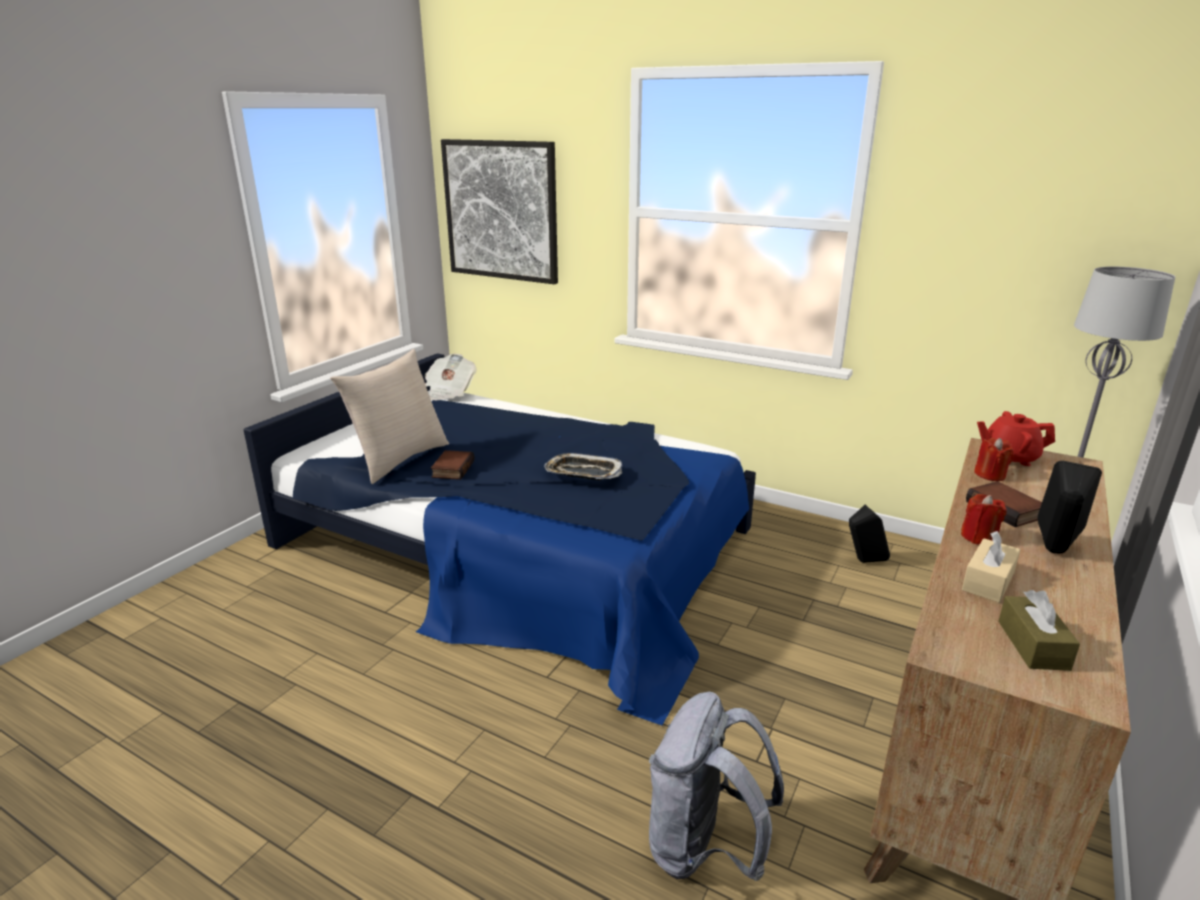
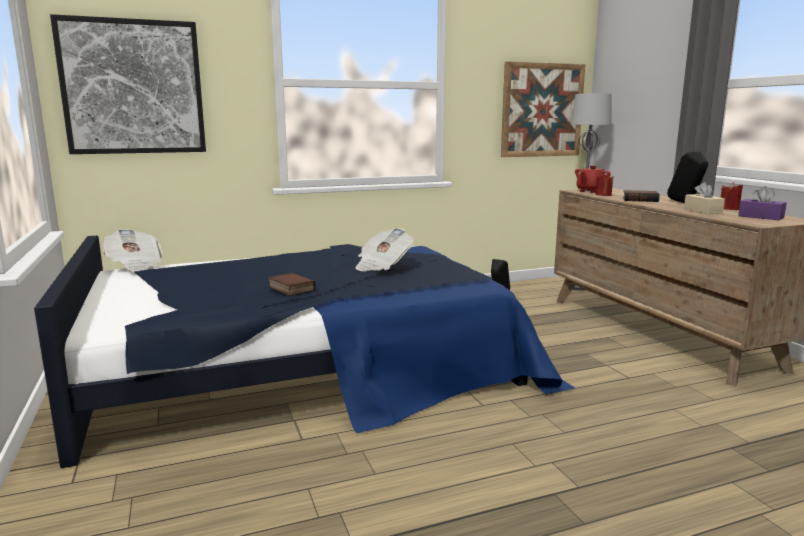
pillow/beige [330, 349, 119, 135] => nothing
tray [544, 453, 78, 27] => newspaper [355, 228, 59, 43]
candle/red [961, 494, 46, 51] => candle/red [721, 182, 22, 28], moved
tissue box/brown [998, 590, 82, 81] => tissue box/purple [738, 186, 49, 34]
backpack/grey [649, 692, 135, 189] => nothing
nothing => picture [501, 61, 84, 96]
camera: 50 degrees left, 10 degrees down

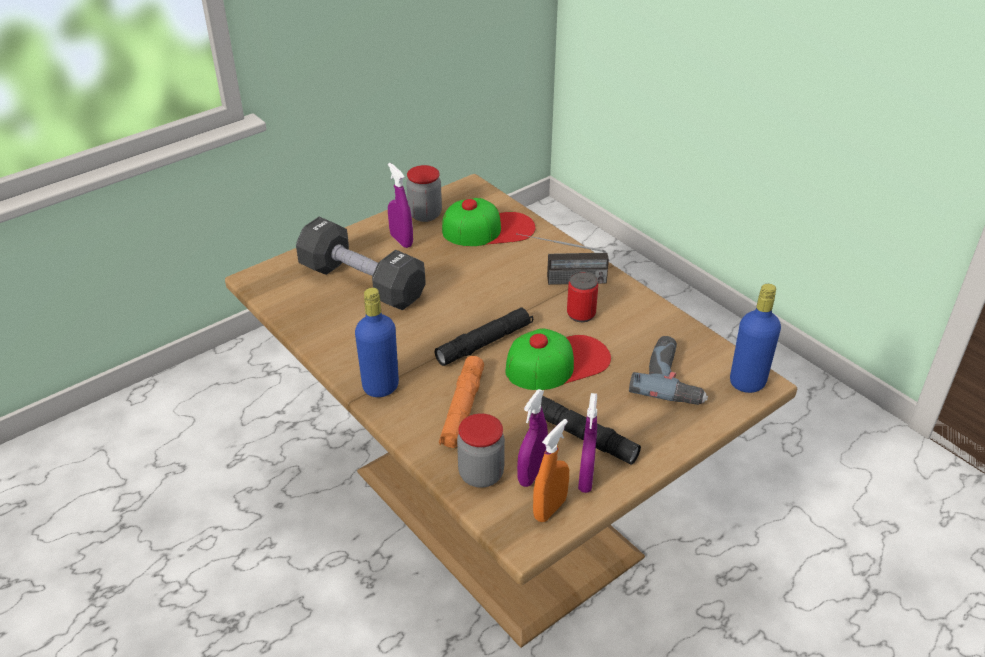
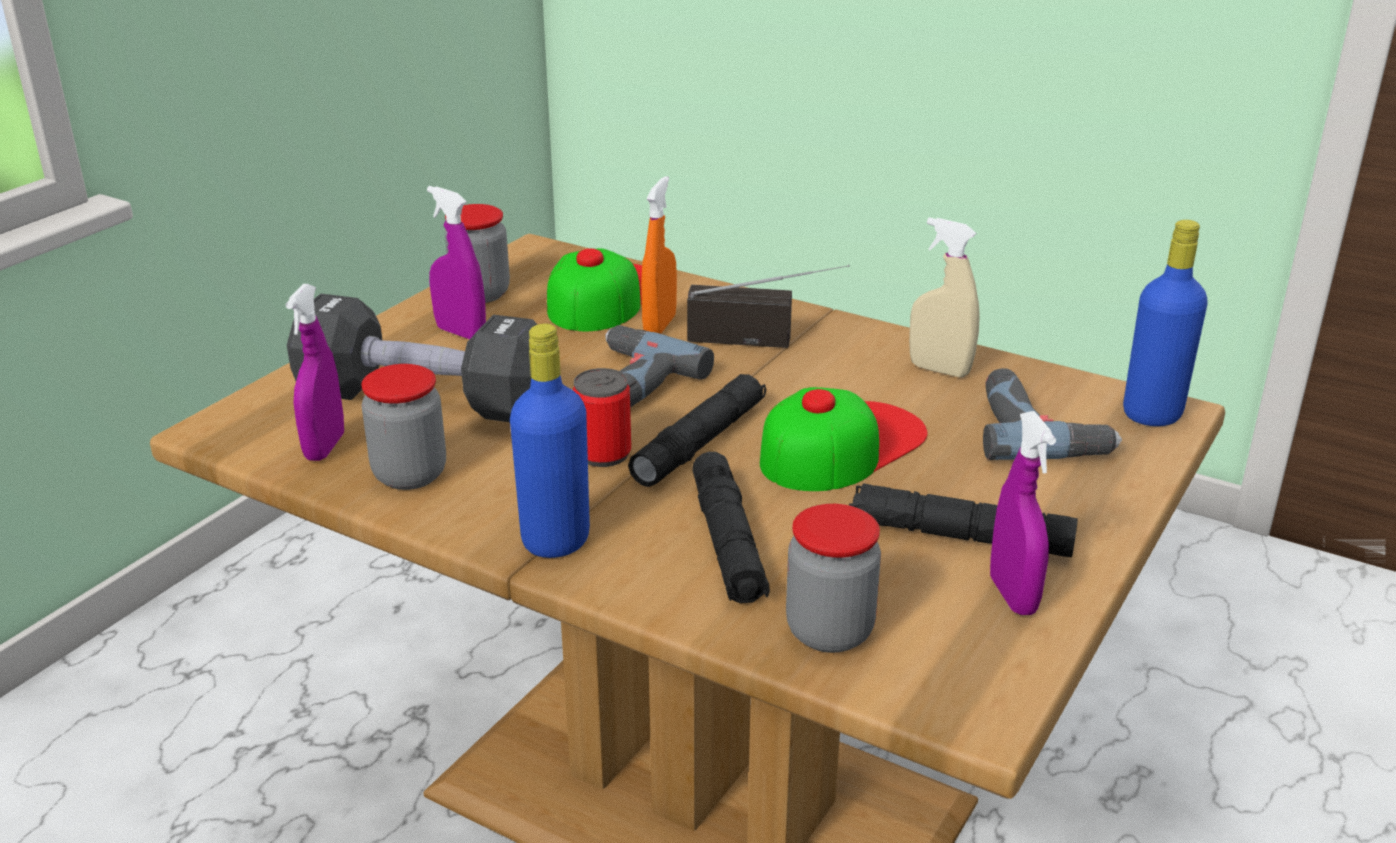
cap [442, 198, 94, 48] => cap [547, 248, 95, 83], 45 degrees counterclockwise
radio [516, 233, 93, 52] => radio [687, 265, 162, 83], 150 degrees counterclockwise
can [567, 271, 31, 51] => can [573, 368, 58, 99], moved
flashlight/orange [439, 356, 45, 92] => flashlight/black [692, 452, 78, 152]
spray bottle/purple [517, 389, 31, 98] => spray bottle/purple [286, 284, 58, 177], moved
spray bottle/orange [533, 419, 36, 103] => spray bottle/orange [641, 176, 36, 158], moved
nothing => spray bottle/beige [909, 217, 71, 161]
nothing => power drill [605, 325, 109, 82]
nothing => jar [361, 364, 85, 126]
camera: 20 degrees left, 10 degrees down

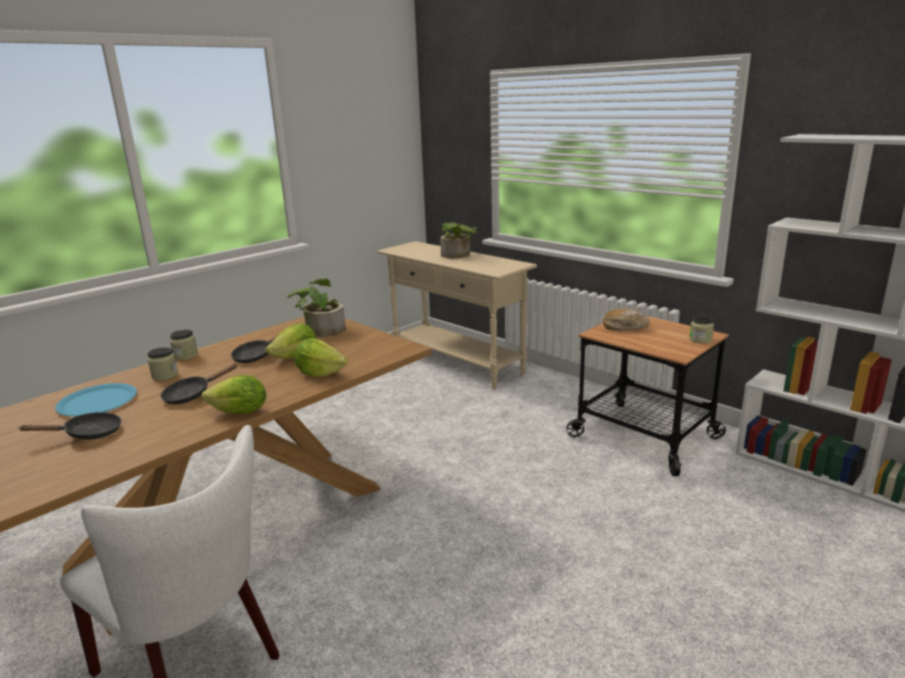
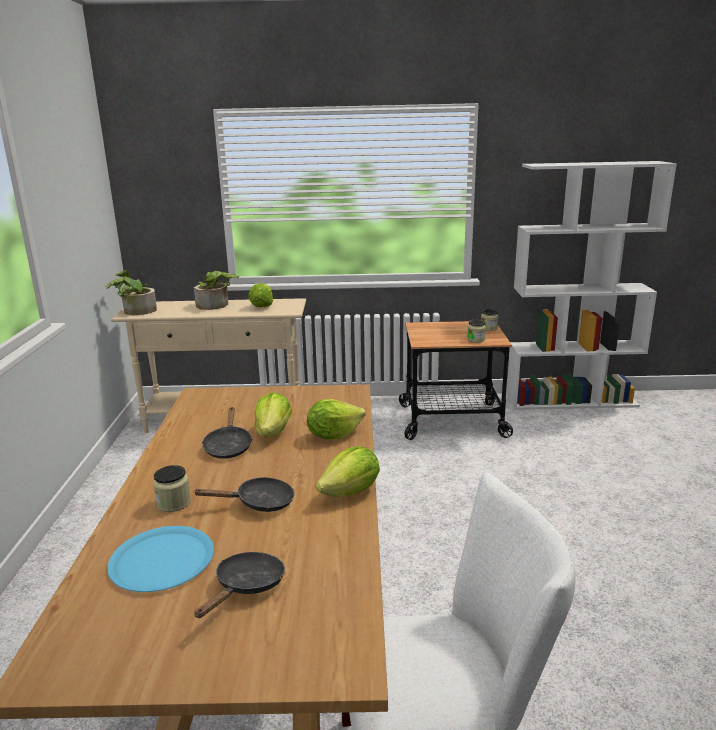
potted plant [287, 278, 59, 59] => potted plant [105, 270, 52, 45], moved
bread [603, 309, 47, 21] => nothing
jar [170, 330, 28, 30] => jar [467, 320, 19, 23], moved
frying pan/black [160, 364, 77, 40] => frying pan/black [194, 477, 101, 35], 105 degrees counterclockwise
nothing => lettuce [248, 283, 25, 25]
camera: 45 degrees left, 0 degrees up

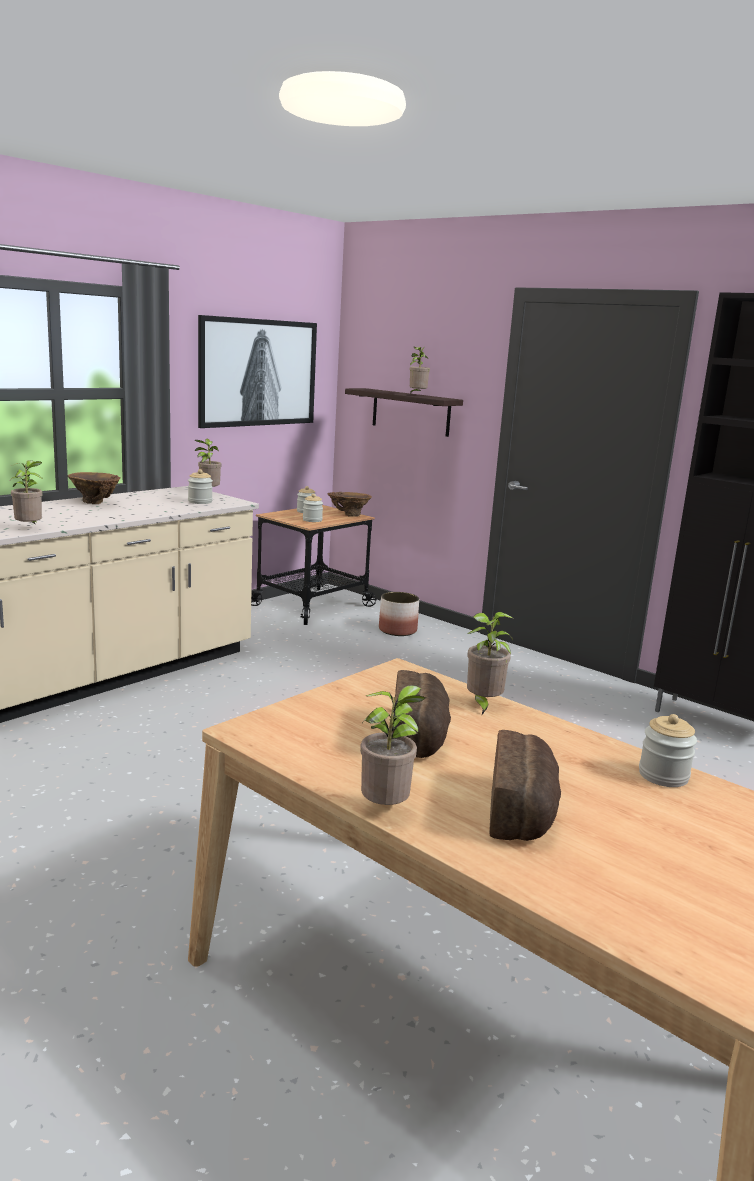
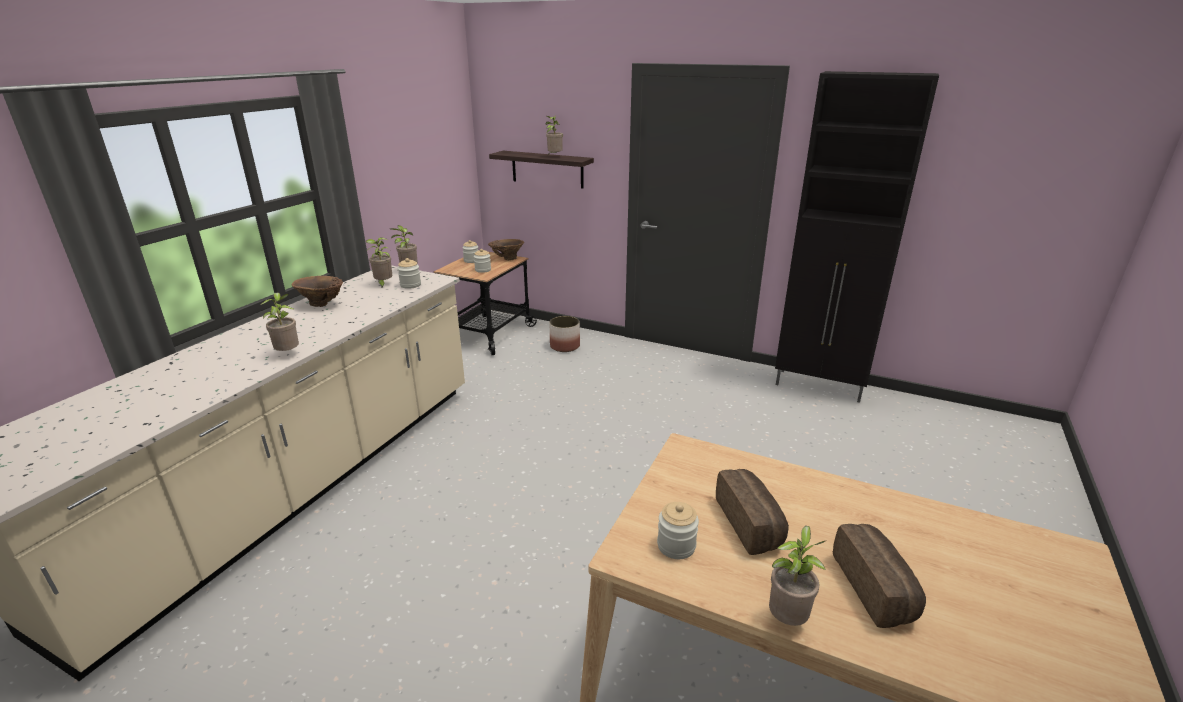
picture [198, 315, 119, 113] => nothing
potted plant [467, 612, 46, 103] => potted plant [366, 237, 26, 52], moved
jar [639, 714, 58, 73] => jar [657, 502, 42, 57], moved
camera: 15 degrees left, 10 degrees up

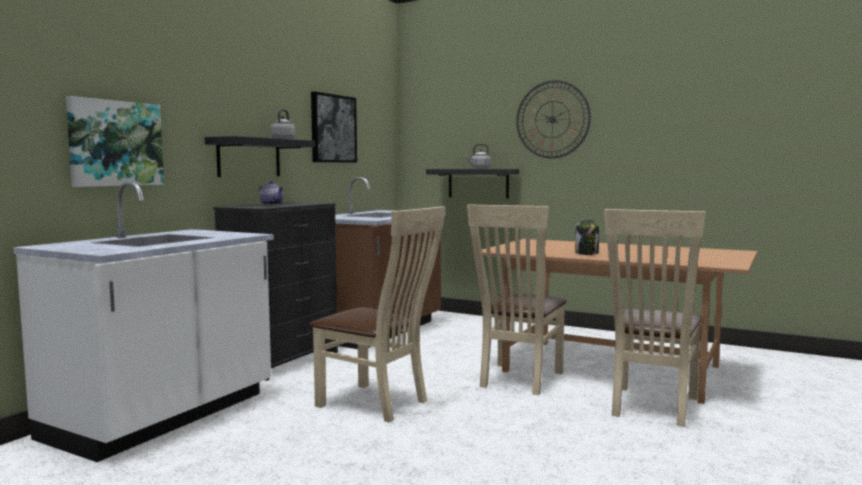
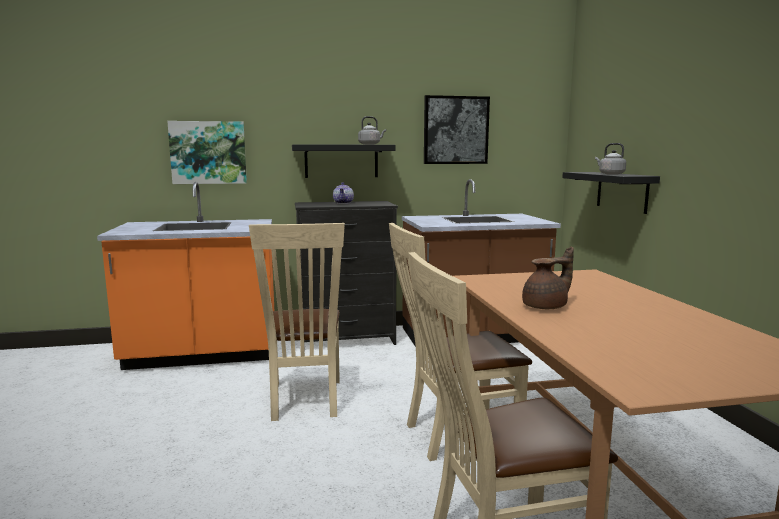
wall clock [516, 80, 75, 78] => nothing
counter/white [13, 182, 261, 280] => counter/orange [97, 182, 177, 188]
jar [575, 220, 24, 35] => teapot/brown [522, 247, 52, 62]
camera: 50 degrees right, 5 degrees up

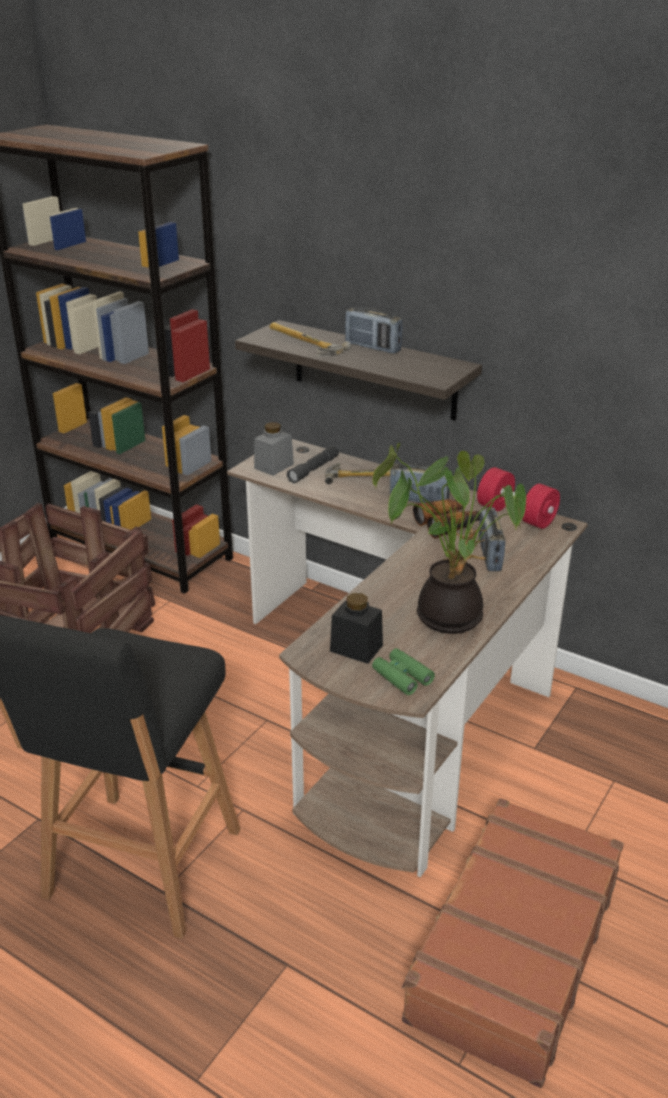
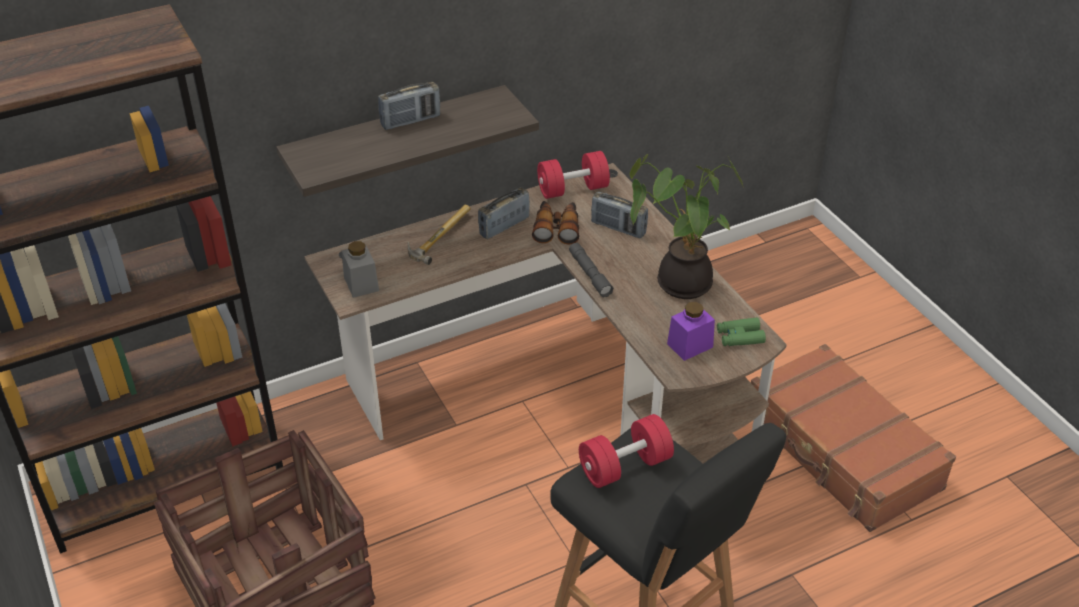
hammer [269, 322, 82, 35] => nothing
flashlight/grey [287, 446, 52, 37] => flashlight/grey [569, 243, 45, 54], moved
jar/black [330, 593, 53, 71] => jar/purple [667, 302, 48, 59]
nothing => dumbbell/red [579, 414, 95, 74]
camera: 60 degrees left, 10 degrees up

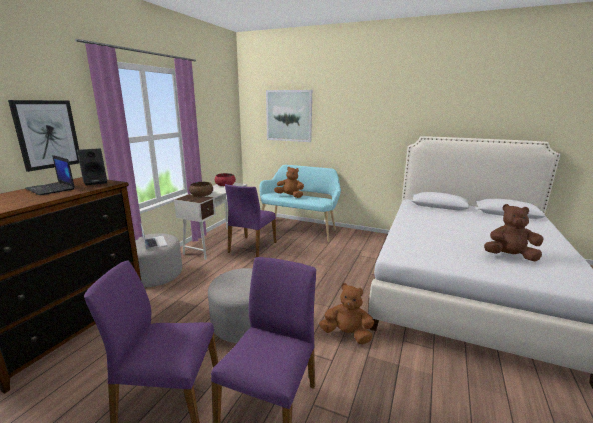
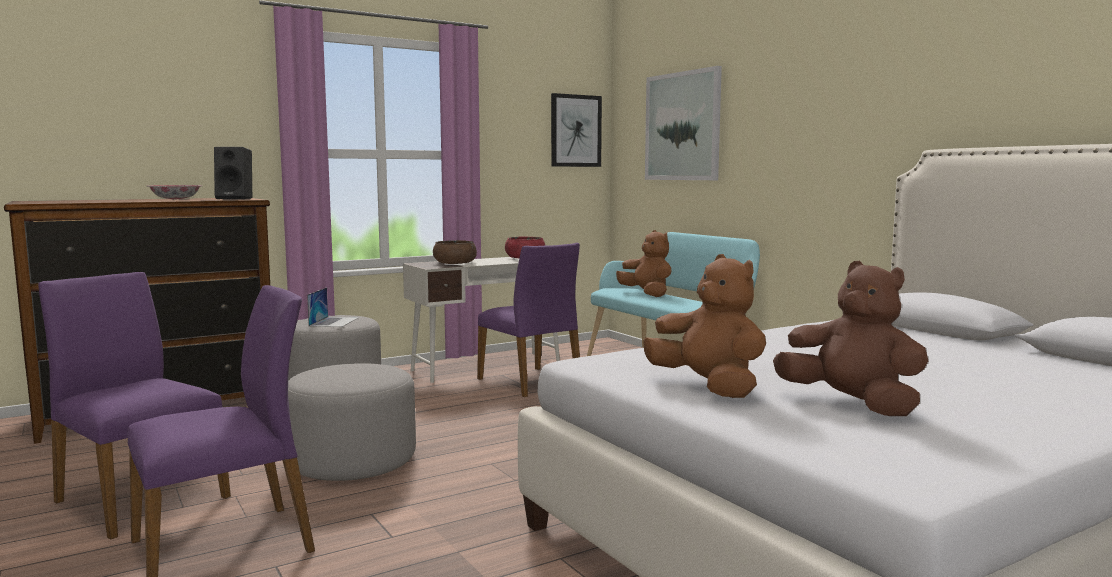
picture [8, 100, 71, 72] => picture [551, 93, 51, 74], moved
laptop [25, 155, 50, 40] => bowl [147, 185, 55, 14]
chair/purple [225, 184, 52, 73] => chair/purple [477, 243, 103, 154], 90 degrees counterclockwise
plush toy/brown [319, 283, 55, 61] => plush toy/brown [643, 254, 123, 144], moved
camera: 35 degrees right, 10 degrees down

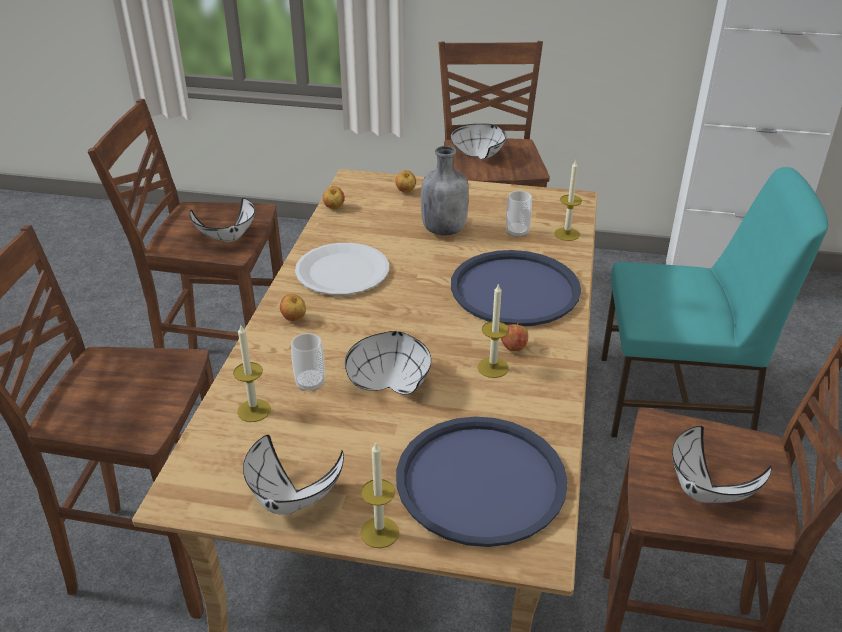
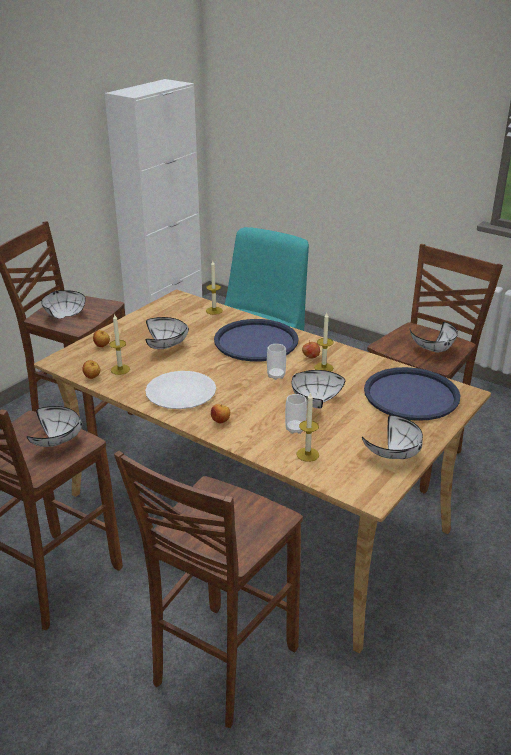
bottle/grey [421, 146, 48, 90] => bowl/white [145, 317, 44, 32]
cup [506, 191, 26, 47] => cup [267, 344, 19, 36], moved
candle [360, 443, 39, 105] => candle [109, 313, 21, 62], moved
camera: 65 degrees left, 5 degrees down

